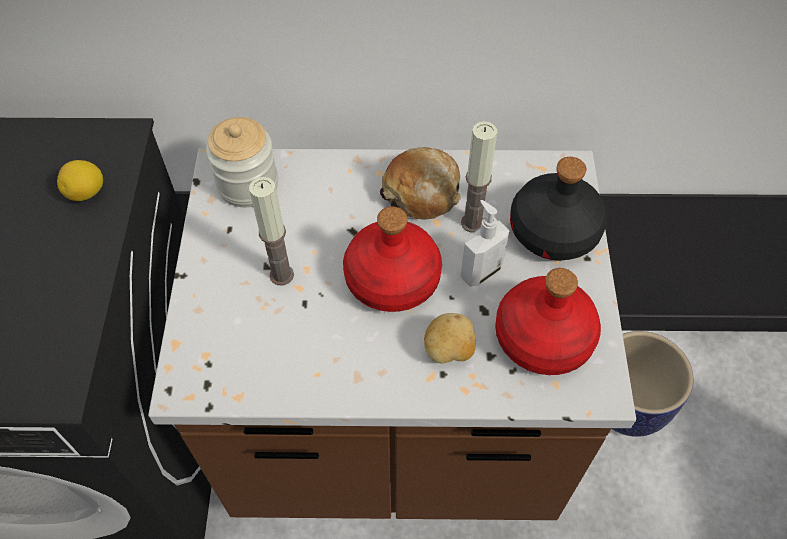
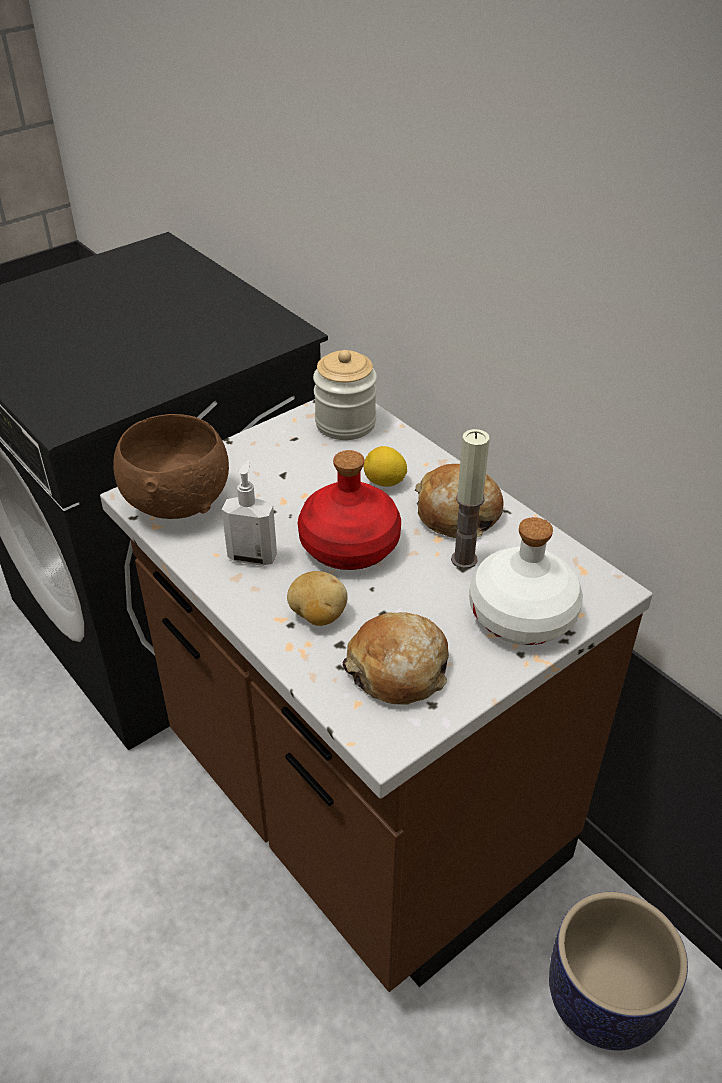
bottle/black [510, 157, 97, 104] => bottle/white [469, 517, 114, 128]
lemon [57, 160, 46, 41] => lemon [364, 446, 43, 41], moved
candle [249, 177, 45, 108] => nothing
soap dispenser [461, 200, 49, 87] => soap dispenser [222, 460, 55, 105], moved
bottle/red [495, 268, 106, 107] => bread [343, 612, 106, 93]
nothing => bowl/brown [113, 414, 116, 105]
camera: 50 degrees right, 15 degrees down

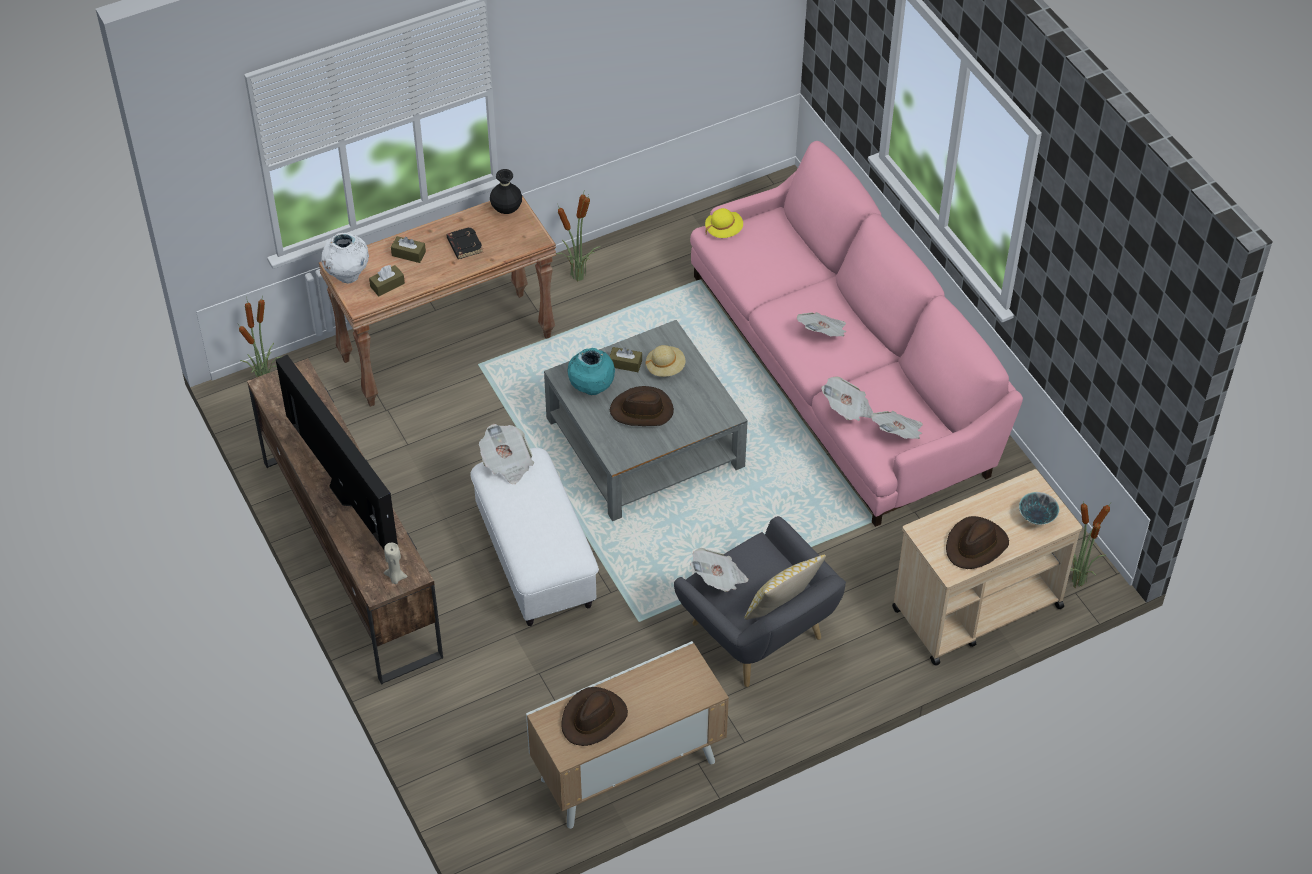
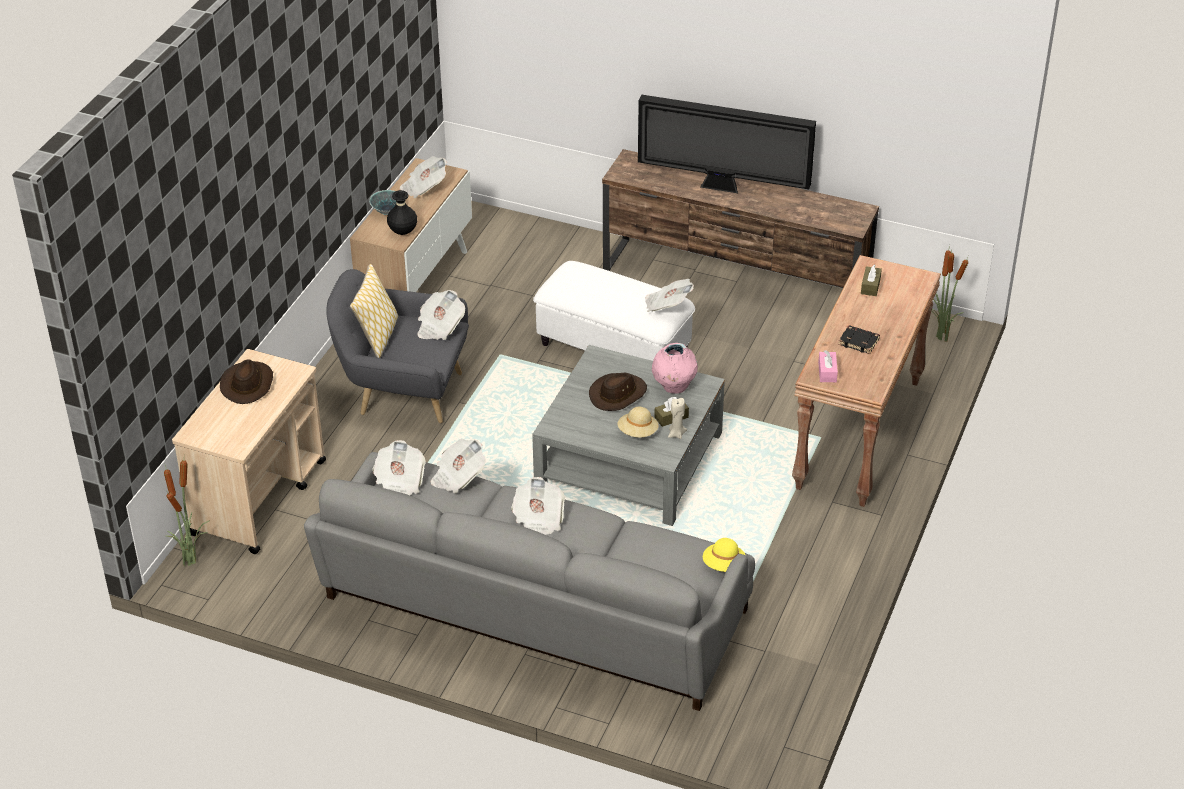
sofa/pink [690, 141, 333, 386] => sofa/grey [304, 452, 451, 259]
vase/black [490, 169, 32, 45] => vase/black [387, 190, 30, 45], moved
potted plant [556, 193, 45, 88] => nothing
vase/white [321, 233, 48, 50] => nothing
tissue box/brown [391, 236, 35, 27] => nothing
vase/turquoise [567, 348, 48, 47] => vase/pink [652, 343, 46, 51]
bowl [1019, 492, 40, 33] => bowl [369, 190, 27, 25], moved
candle/beige [384, 543, 24, 41] => candle/beige [668, 398, 19, 41], moved
hat/brown [561, 687, 67, 59] => newspaper [400, 156, 47, 42]
nothing => tissue box/pink [818, 350, 20, 32]
camera: 140 degrees right, 10 degrees down

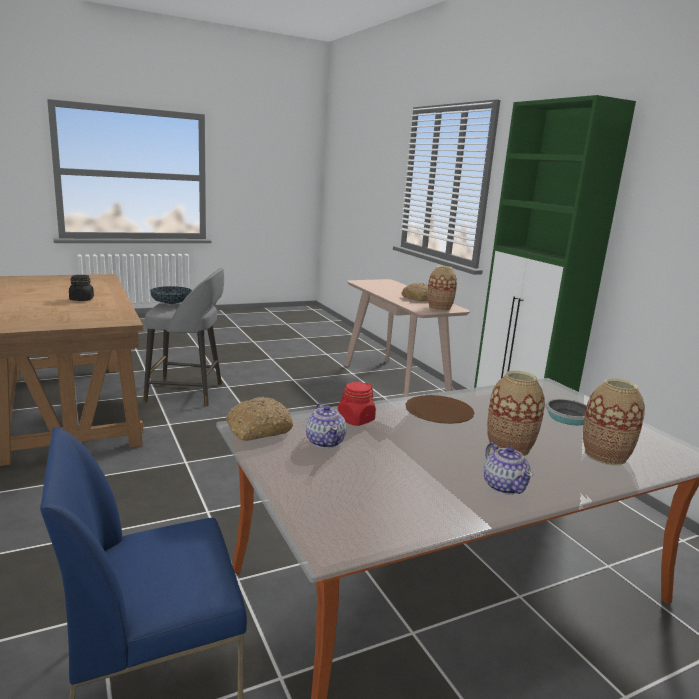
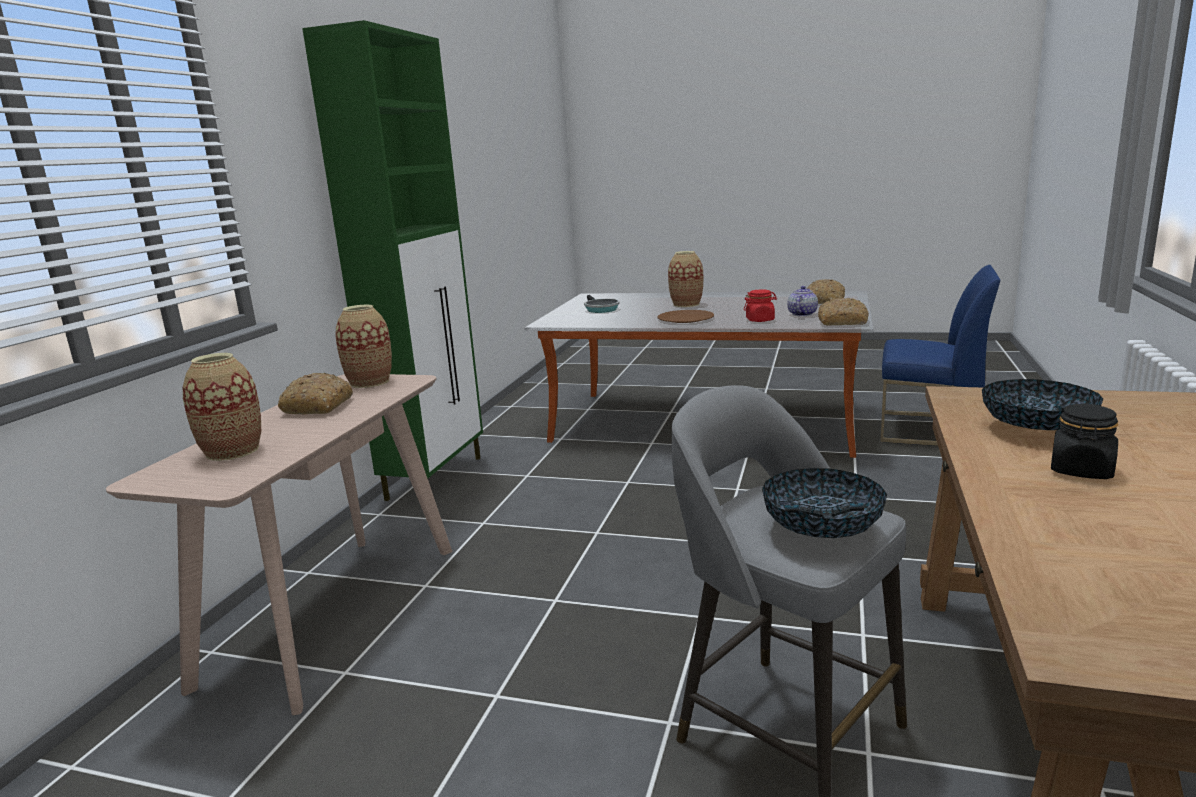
vase [583, 378, 62, 87] => vase [183, 353, 78, 108], moved
teapot [484, 442, 49, 53] => nothing
nothing => bread [807, 279, 39, 25]
nothing => bowl [982, 379, 121, 51]
camera: 135 degrees left, 0 degrees up

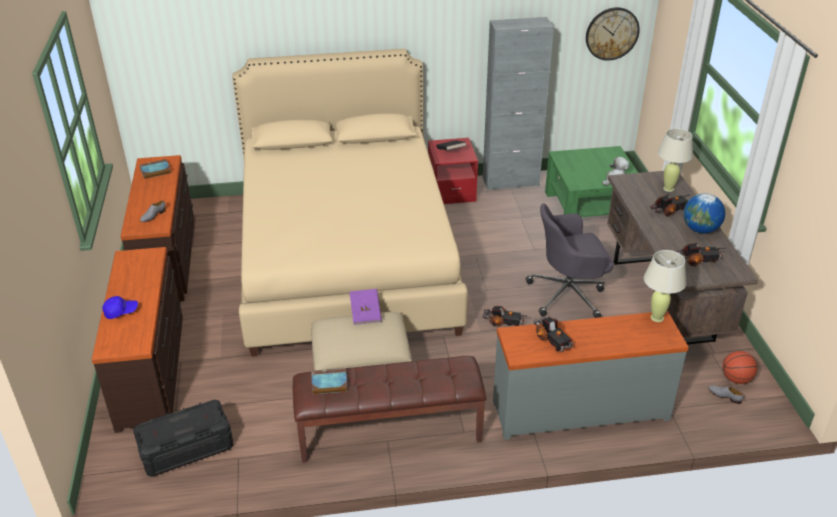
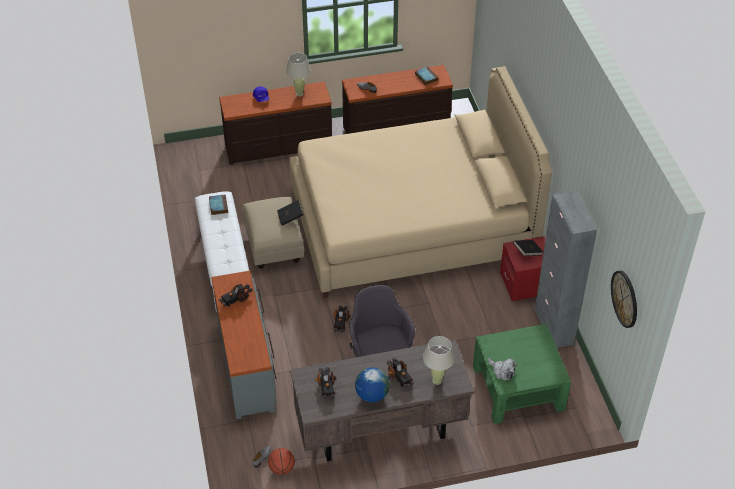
table lamp/beige [644, 250, 43, 72] => table lamp/beige [286, 53, 25, 44], moved
book/purple [350, 289, 32, 36] => book/black [277, 200, 27, 26]
bench/brown [293, 356, 193, 107] => bench/white [195, 191, 54, 121]
storage box/black [133, 399, 100, 78] => nothing
camera: 85 degrees right, 10 degrees up

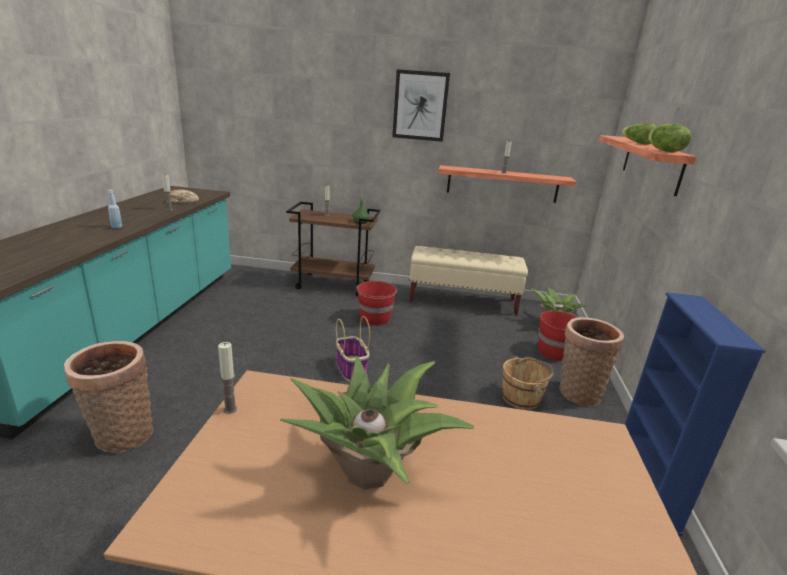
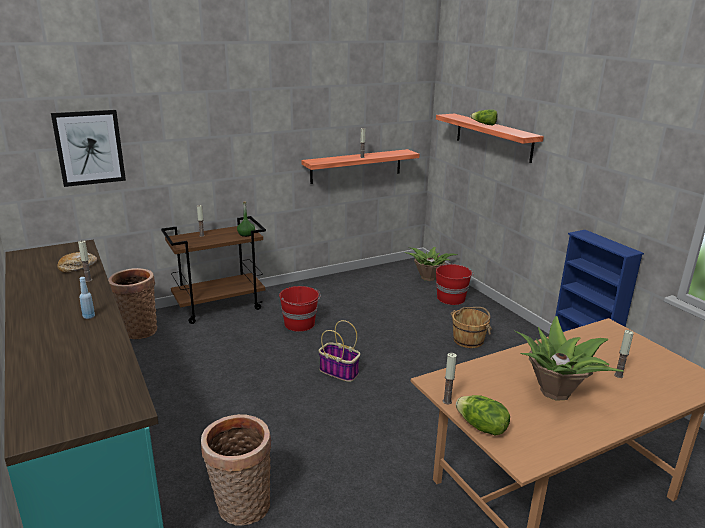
picture [392, 69, 58, 73] => picture [51, 110, 75, 77], moved
lettuce [648, 123, 44, 29] => lettuce [456, 395, 54, 41], moved
bench/beige [409, 246, 119, 70] => nothing
basket [560, 317, 64, 89] => basket [108, 268, 49, 71], moved
nothing => candle [614, 330, 20, 48]
camera: 35 degrees left, 0 degrees up

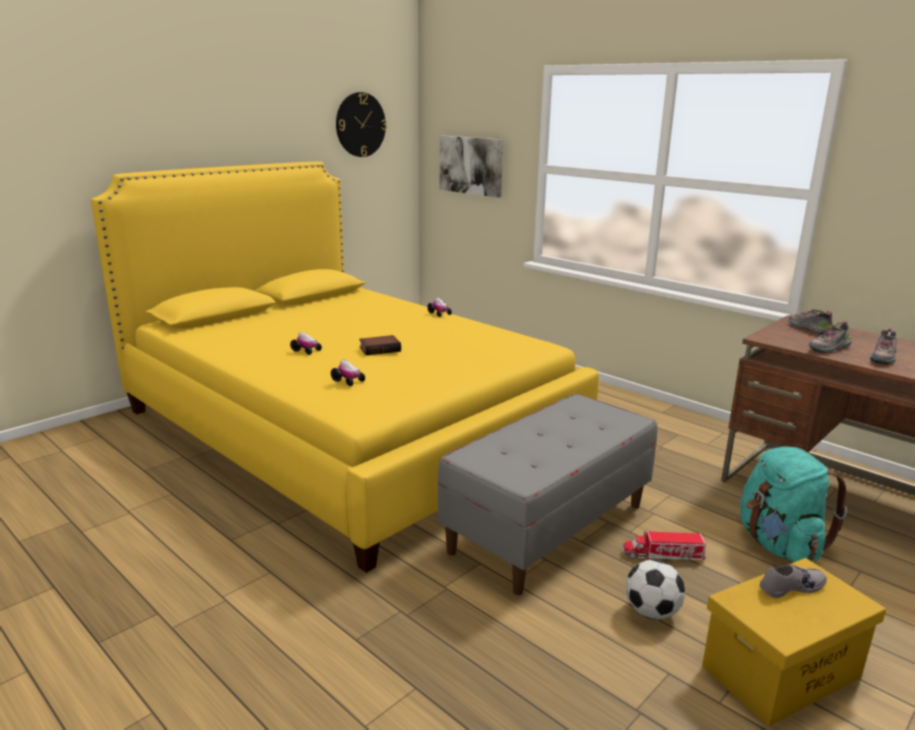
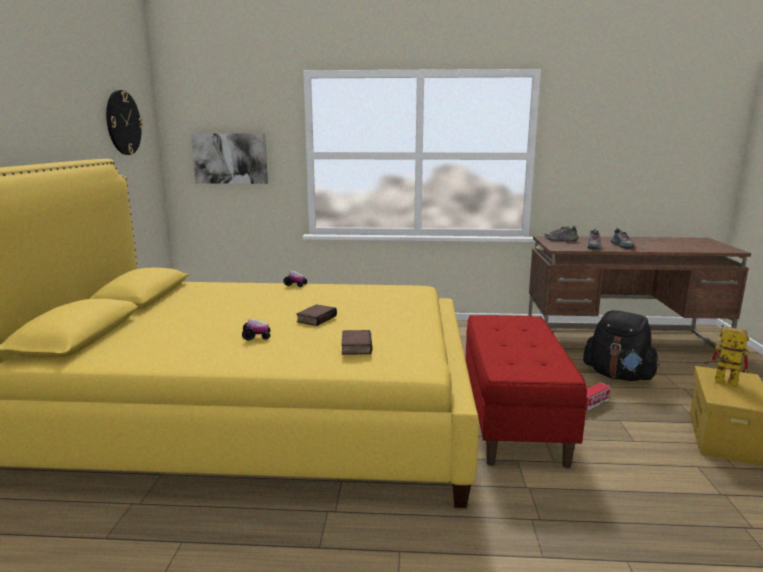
toy car [331, 360, 34, 26] => book [342, 330, 30, 25]
bench/grey [437, 394, 220, 201] => bench/red [466, 315, 121, 153]
backpack/turquoise [740, 446, 107, 116] => backpack/black [583, 310, 77, 71]
football [626, 559, 59, 61] => nothing
shoe/grey [760, 565, 67, 33] => toy robot [704, 325, 45, 62]
camera: 40 degrees left, 5 degrees down

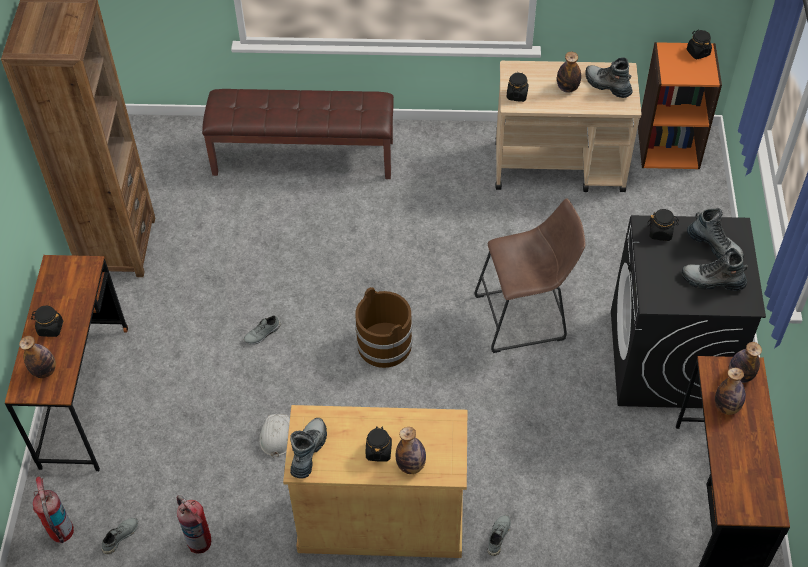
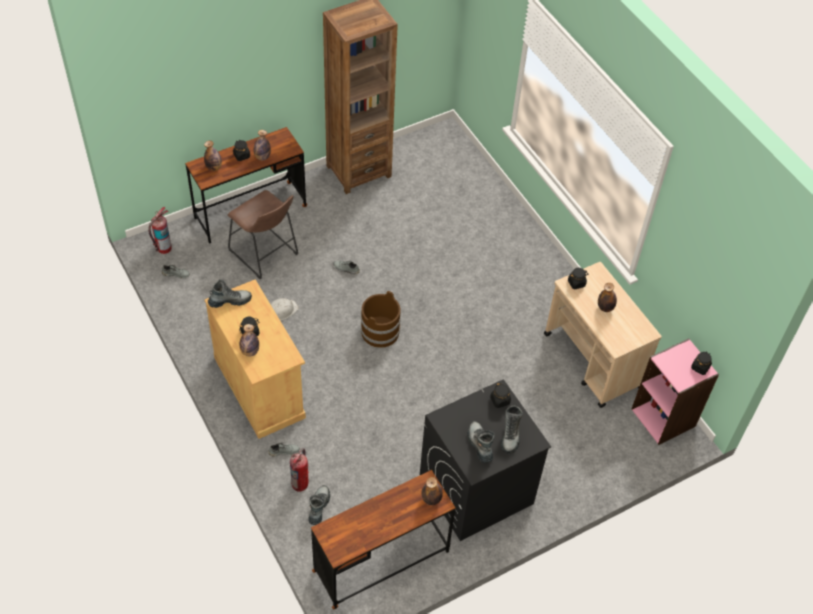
bookcase/orange [638, 42, 84, 127] => bookcase/pink [631, 338, 88, 107]
boot [585, 57, 48, 41] => boot [308, 485, 22, 40], moved
bench/brown [202, 89, 192, 90] => nothing
stool/brown [475, 198, 110, 155] => stool/brown [228, 190, 70, 89], moved
bottle [715, 368, 31, 47] => bottle [254, 130, 17, 30], moved
fire extinguisher [177, 495, 34, 59] => fire extinguisher [290, 448, 18, 44], moved
camera: 55 degrees right, 0 degrees up

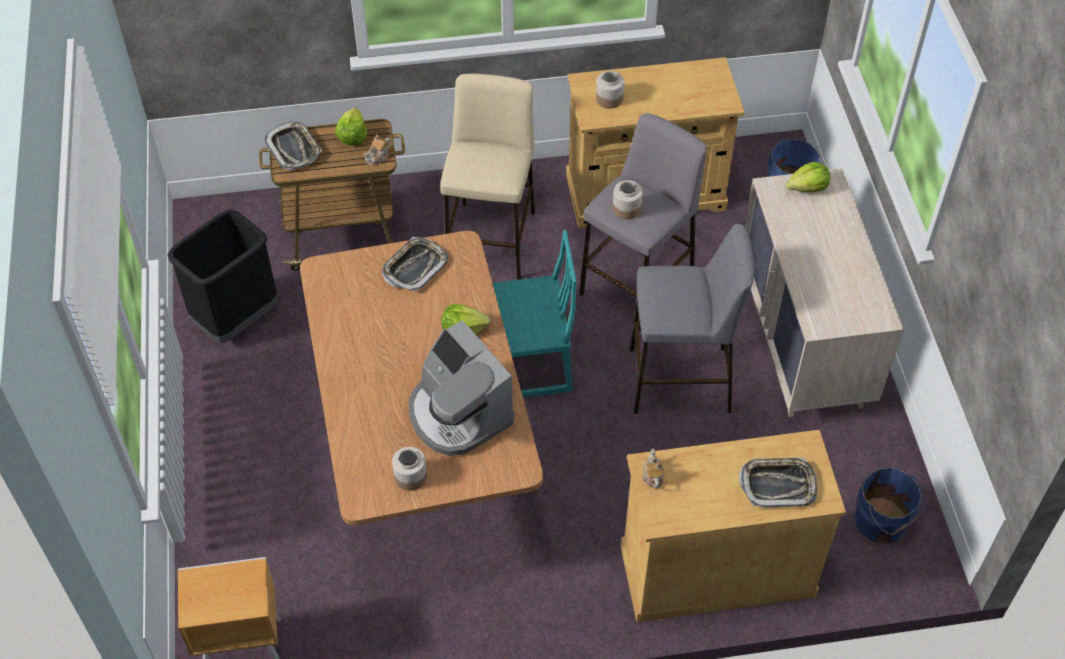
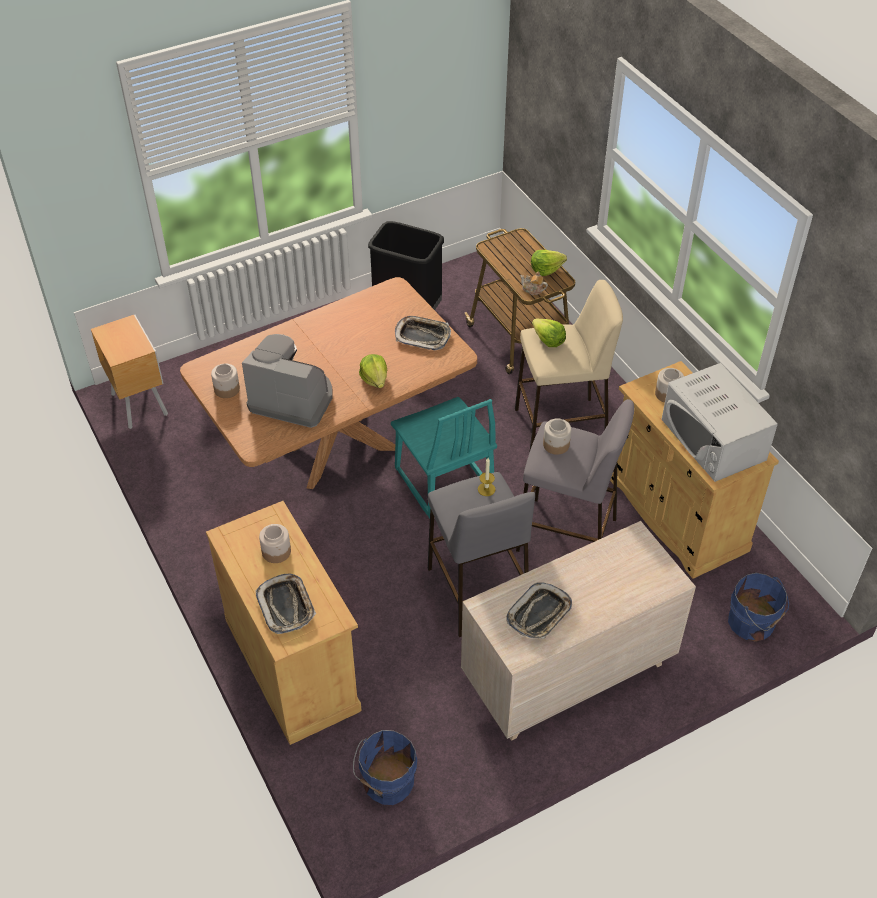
tray [264, 121, 58, 49] => tray [506, 582, 66, 57], moved
lettuce [786, 162, 44, 31] => lettuce [532, 319, 34, 28], moved
coffee machine [409, 320, 106, 136] => coffee machine [242, 334, 90, 94], 75 degrees clockwise
teapot [642, 449, 22, 39] => nothing
nothing => microwave/white [662, 363, 116, 119]
nothing => candle [478, 458, 18, 38]
nothing => jar [259, 524, 32, 39]
camera: 70 degrees right, 5 degrees down

